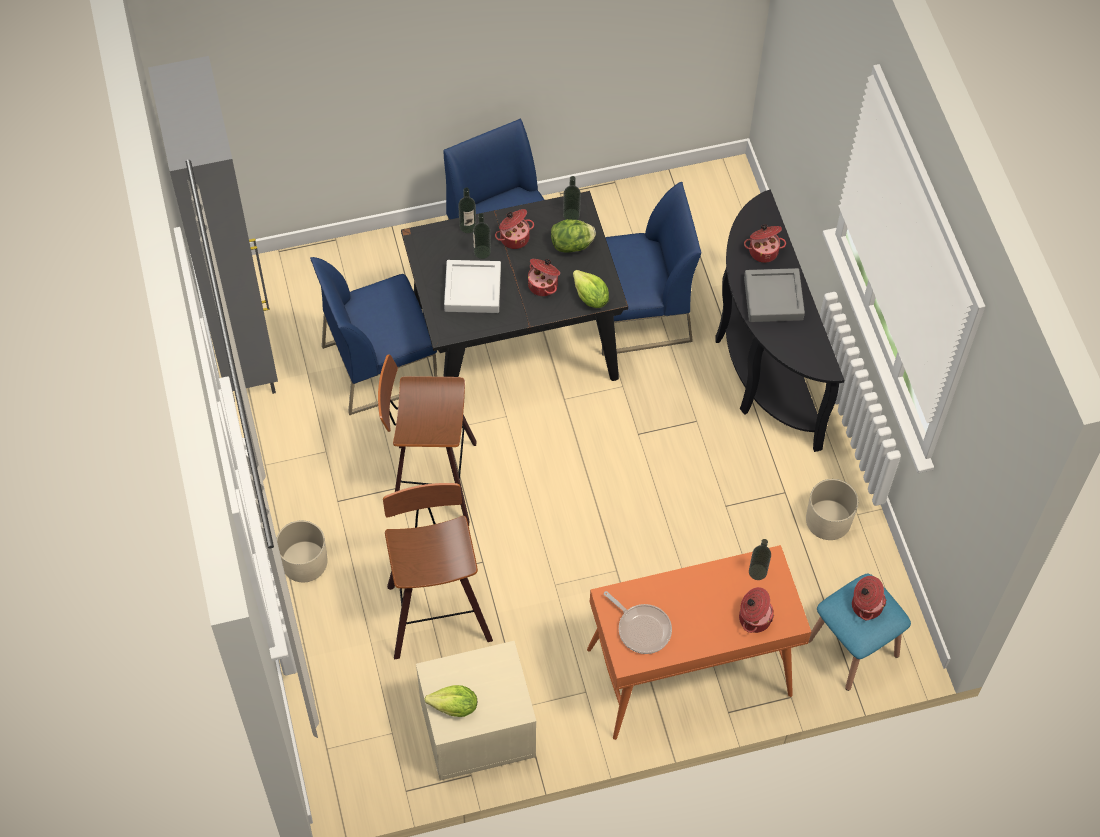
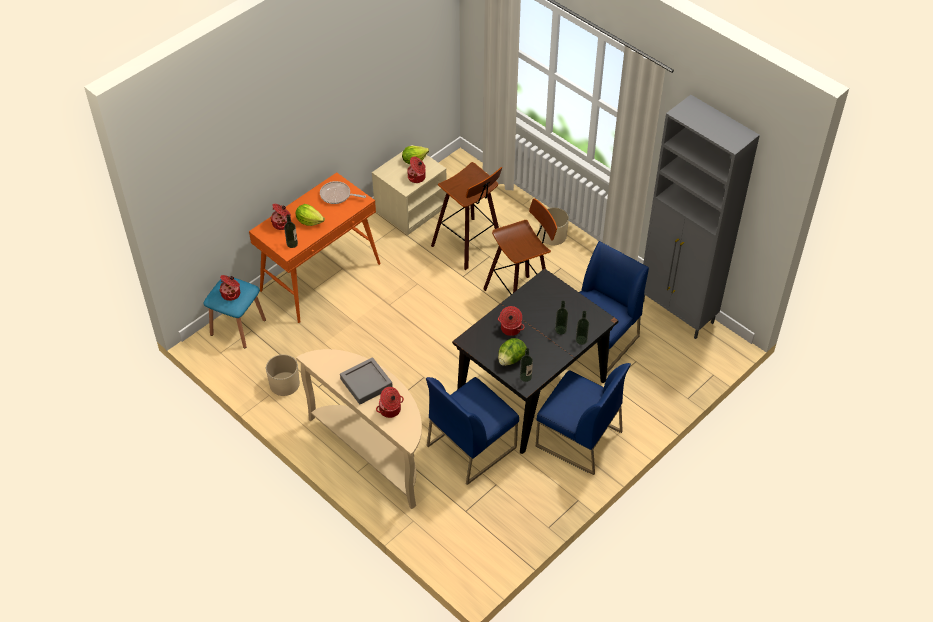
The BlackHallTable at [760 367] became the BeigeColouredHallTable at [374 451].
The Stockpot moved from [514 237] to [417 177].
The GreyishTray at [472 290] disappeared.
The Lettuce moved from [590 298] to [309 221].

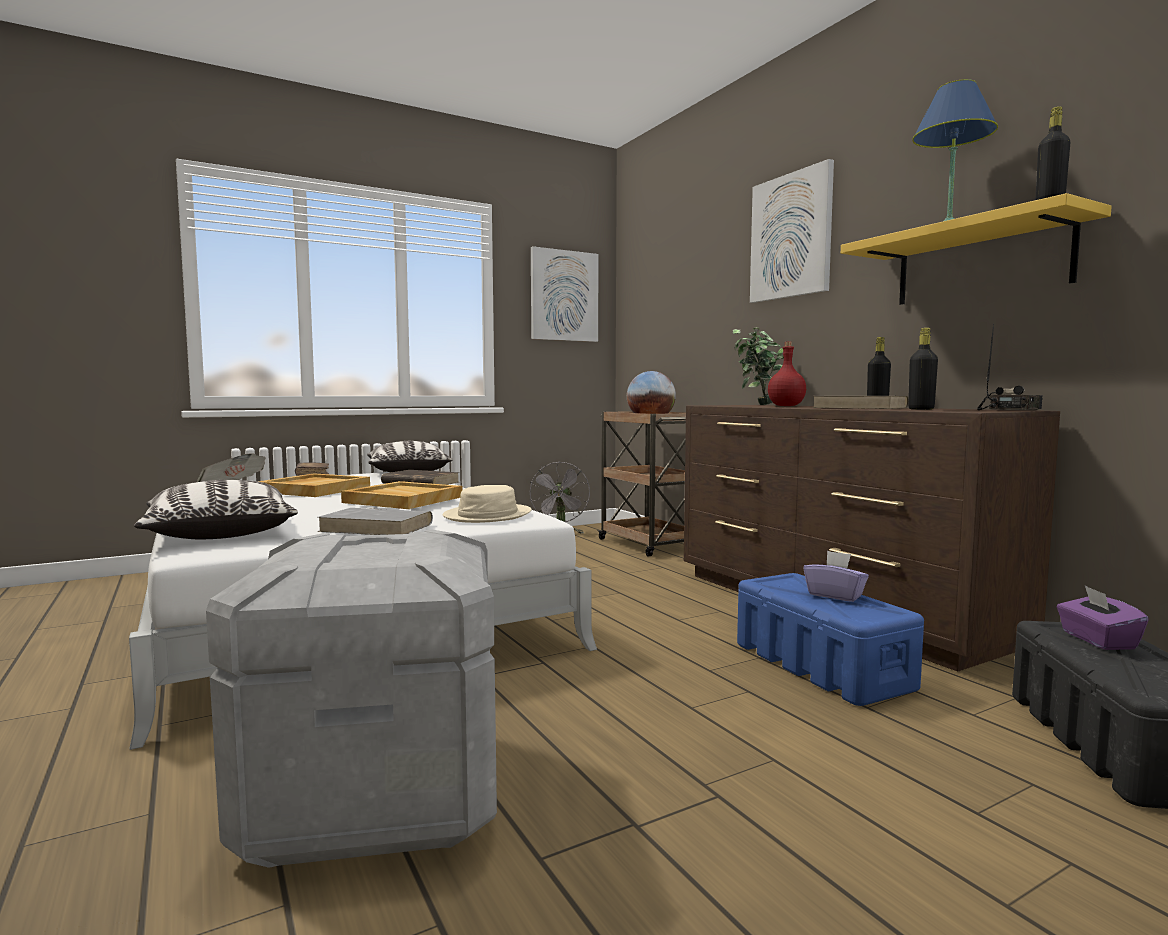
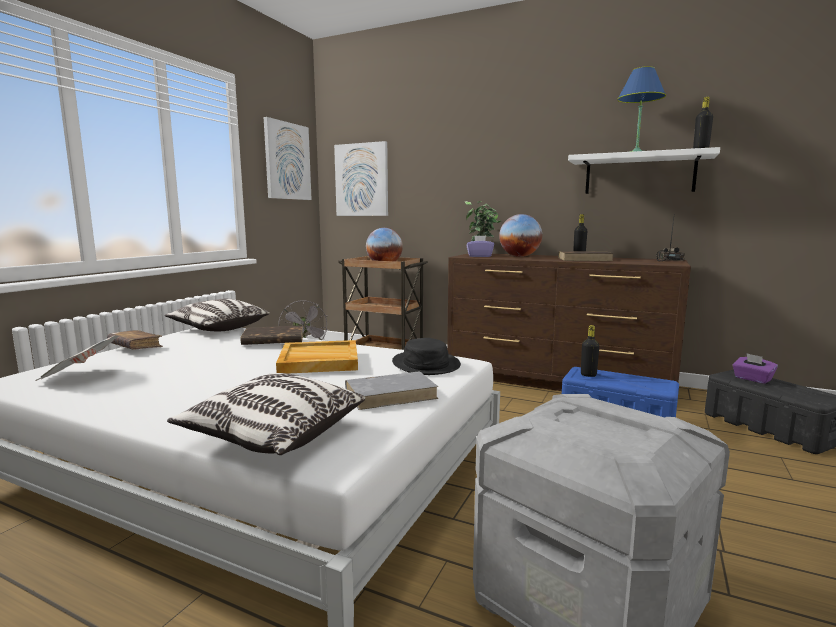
The WallPicture moved from [791 236] to [362 180].
The YellowBracketShelf at [980 263] became the WhiteColouredBracketShelf at [639 174].
The BlackBeverageBottle moved from [921 409] to [588 375].
The ReddishBeverageBottle at [785 406] was replaced by the DeskGlobe at [519 256].
The BeigeColouredTray at [314 489] disappeared.
The BeigeColouredHat at [488 515] became the BlackHat at [426 364].
The PurplishBoxOfTissues moved from [835 595] to [479 256].

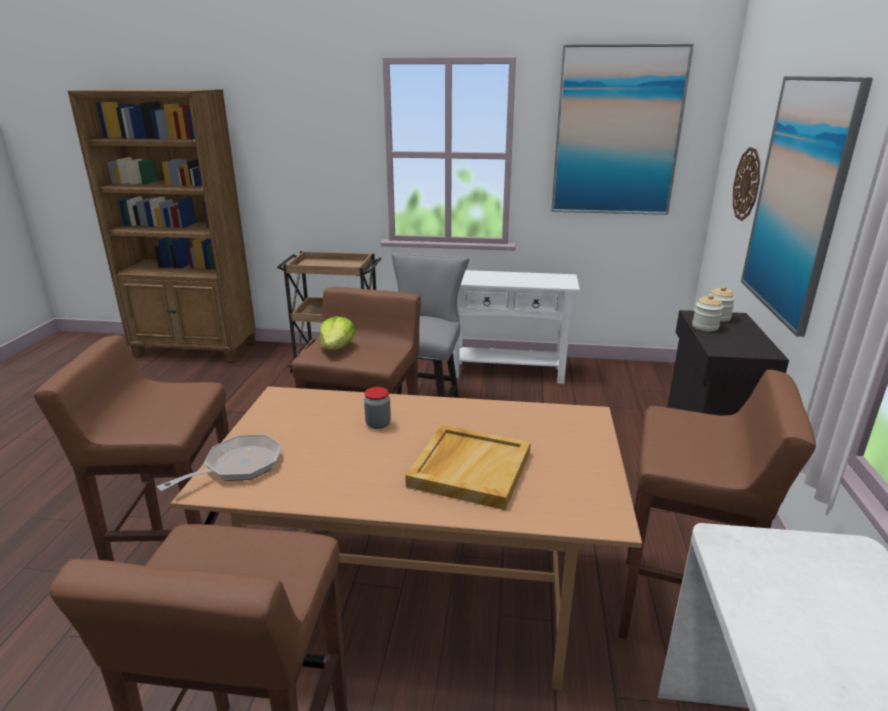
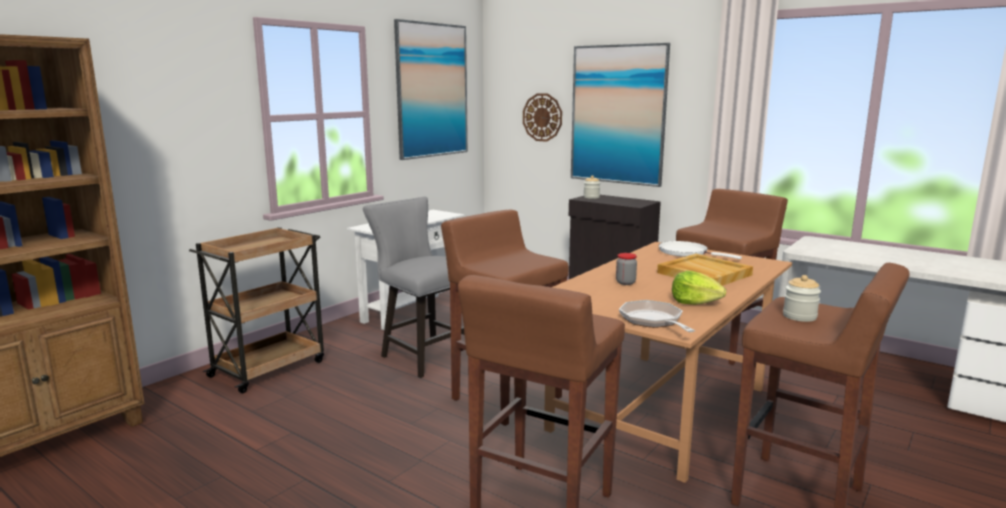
The Jar moved from [705 327] to [799 316].
The Lettuce moved from [337 348] to [694 302].
The WhiteColouredFryingPan at [686 252] appeared.

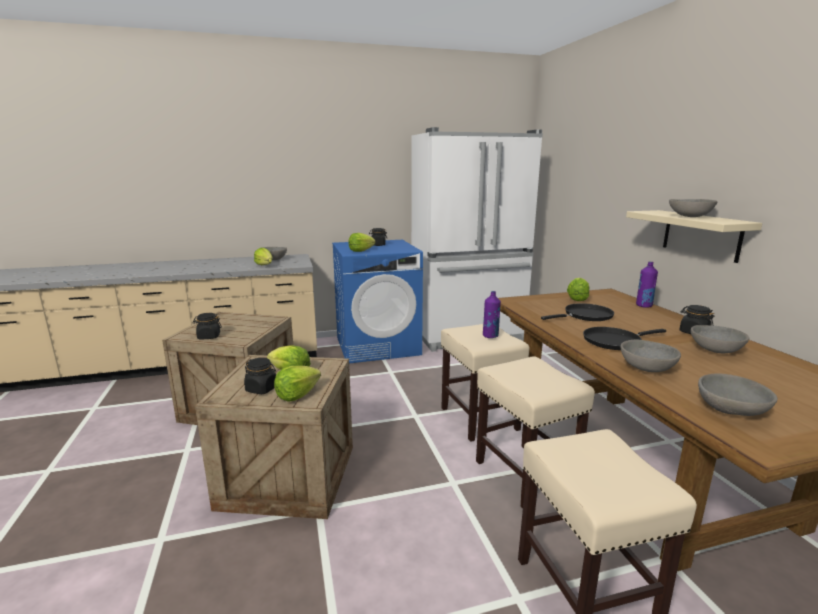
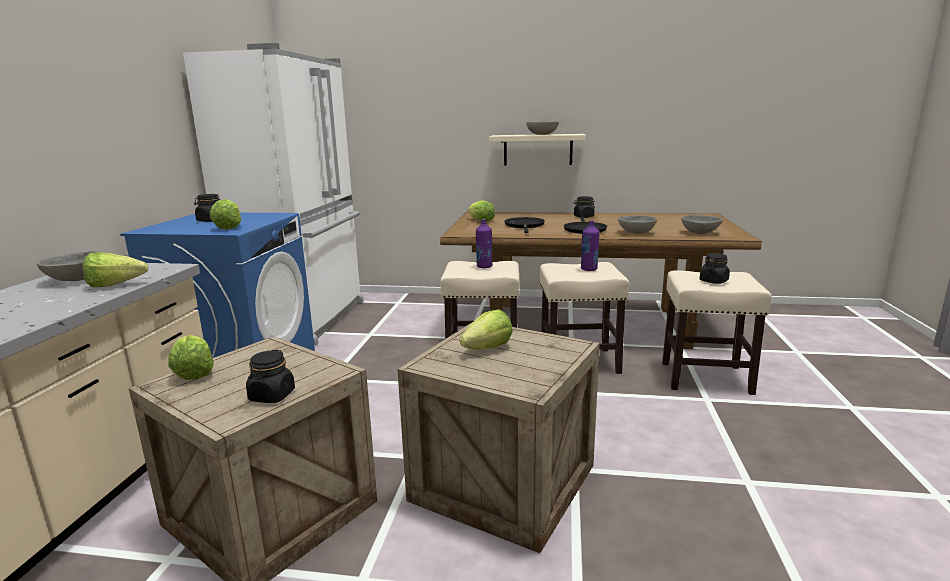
The PurplishBeverageBottle moved from [643 305] to [589 269].
The GreyishServingBowl at [715 350] disappeared.
The BlackJar moved from [262 389] to [713 281].
The Lettuce moved from [297 395] to [194 373].

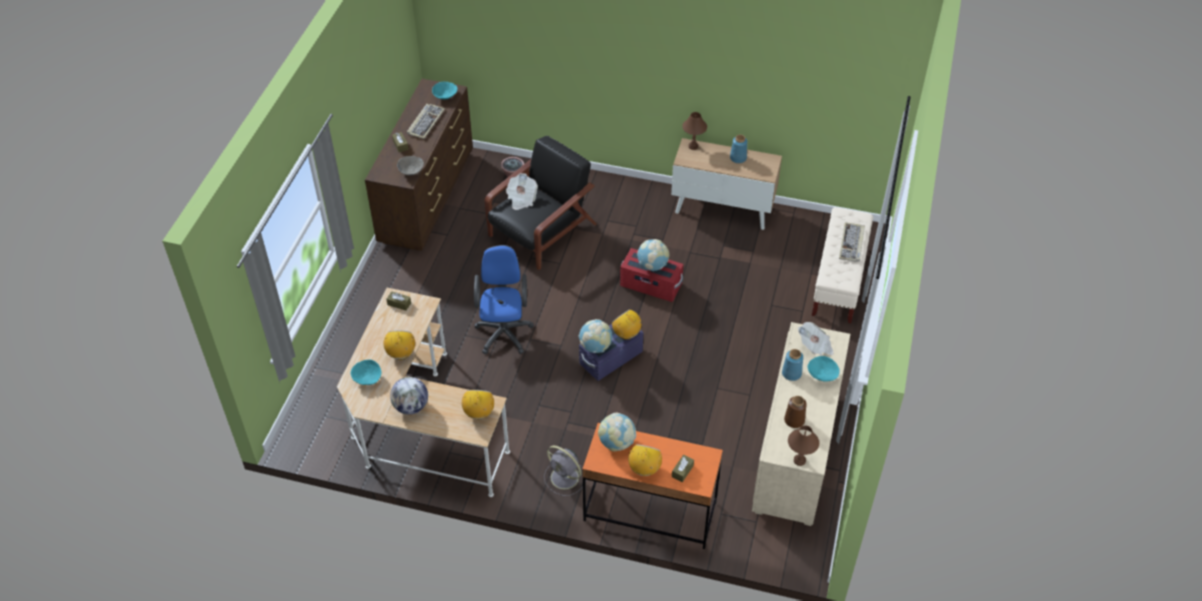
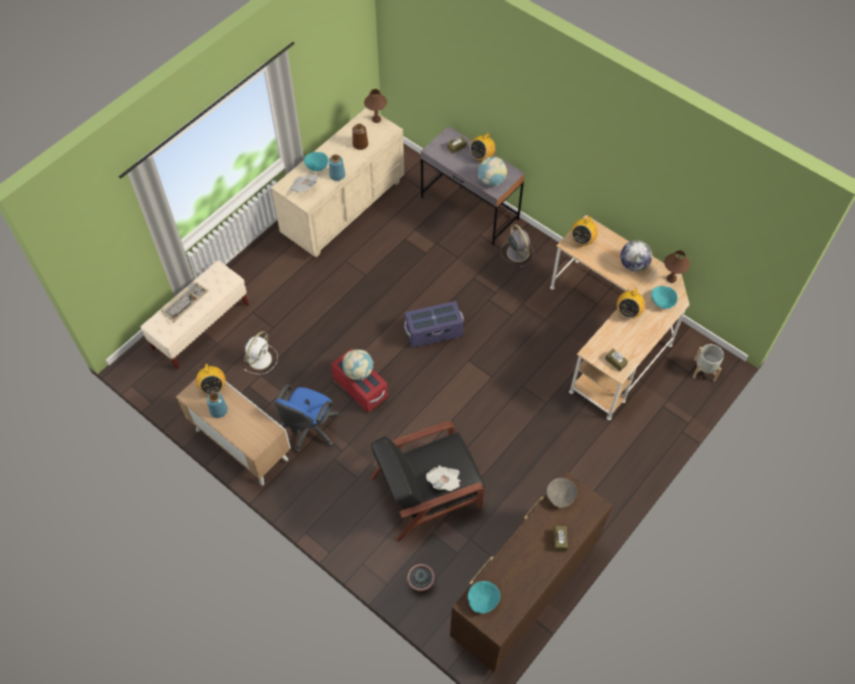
The Keyboard at [425 122] disappeared.
The BrownColouredTabletopLamp moved from [693 146] to [671 278].
The BlueColouredDeskChair moved from [504 331] to [309 430].
The RadioReceiver moved from [626 334] to [213 387].
The DeskGlobe at [595 347] disappeared.
The OrangeDeskTable at [650 511] became the GreyishDeskTable at [469 208].
The WhiteColouredCoolingFan at [260 358] appeared.
The GreyishFlowerPot at [704 370] appeared.

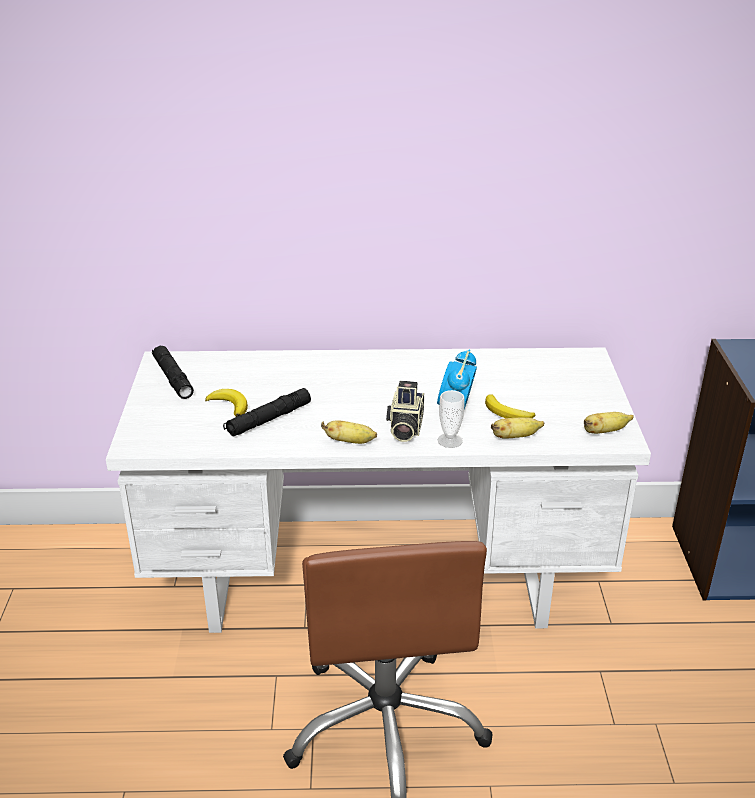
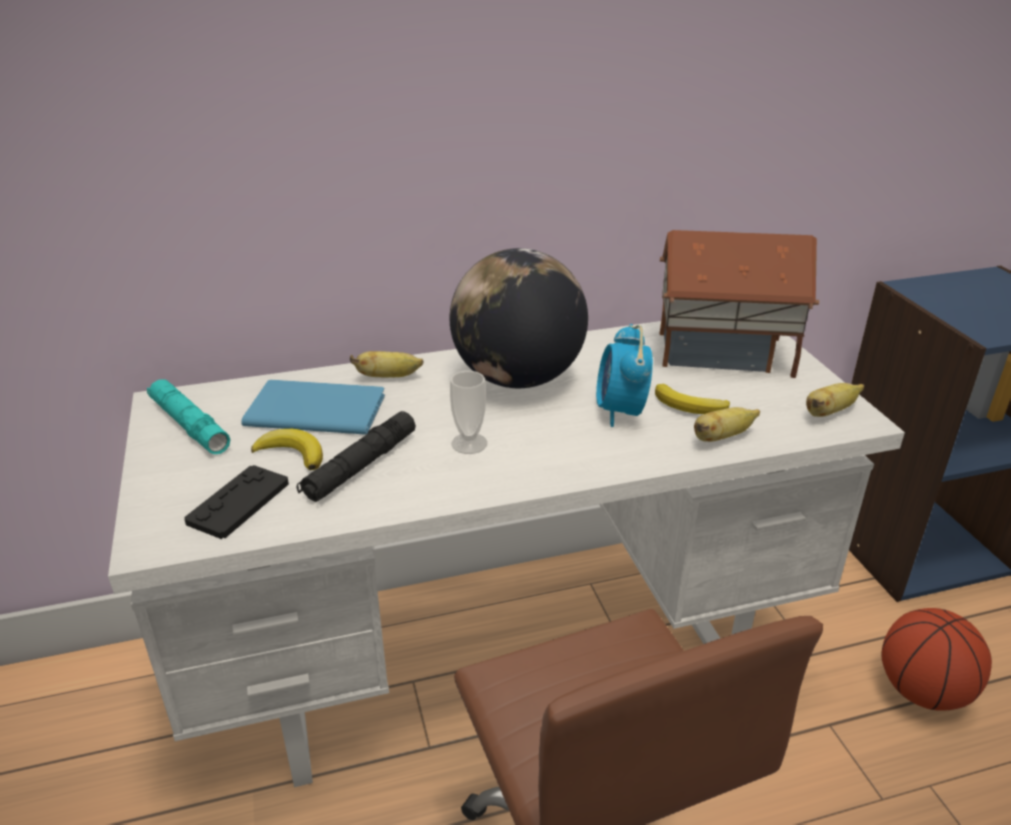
The BlackFlashlight at [173 378] became the BlueGreenFlashlight at [189 425].
The PhotoCamera at [404 428] disappeared.
The Cup moved from [450 440] to [469 443].
The Banana moved from [350 442] to [389 377].
The ToyHouse at [724 355] appeared.
The DeskGlobe at [518 379] appeared.
The BlueColouredVolume at [313 408] appeared.
The BlackGameController at [238 503] appeared.
The Basketball at [922 692] appeared.

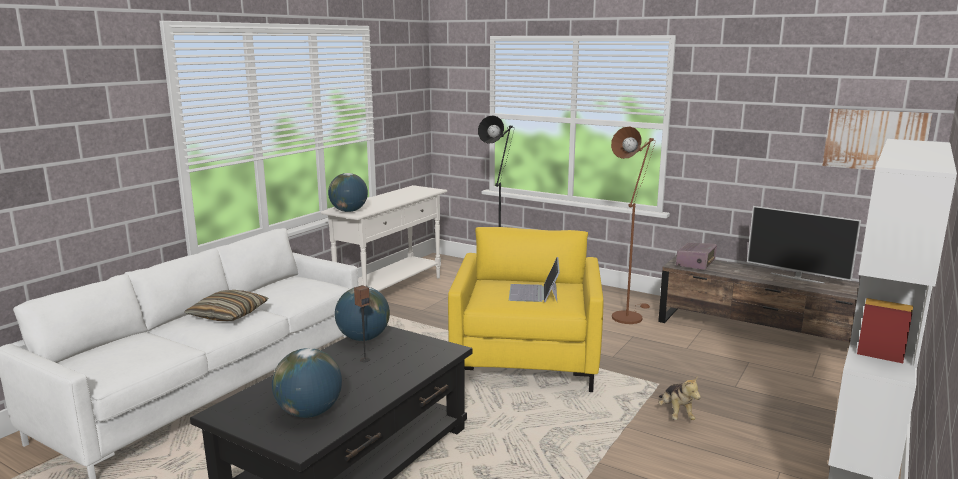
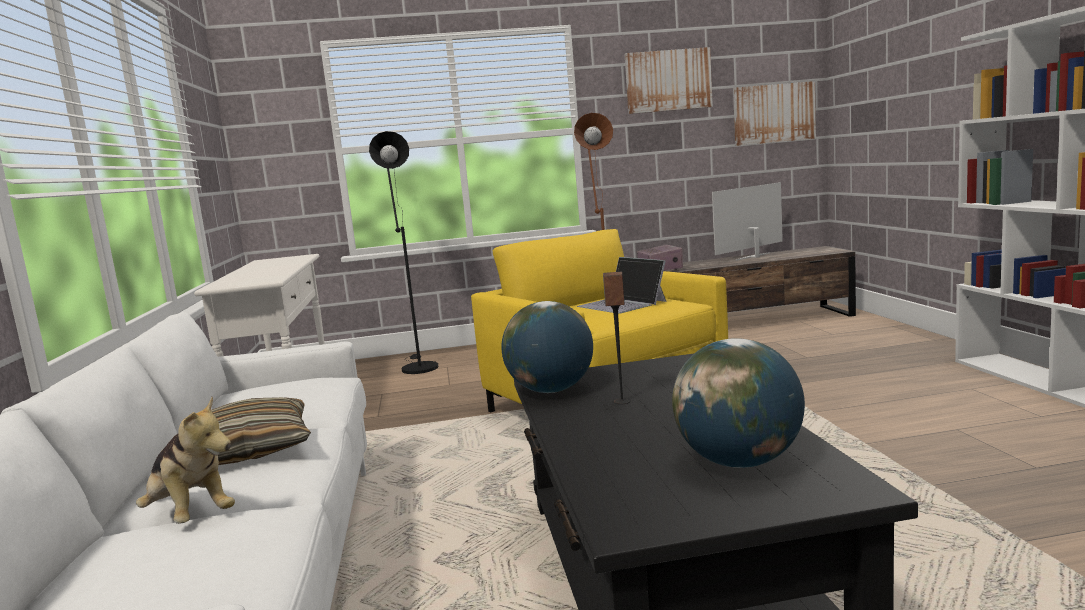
The DeskGlobe at [349 211] disappeared.
The Tv at [797 278] turned 150 degrees clockwise.
The SoftToy moved from [675 414] to [190 516].
The WallPicture at [668 80] appeared.

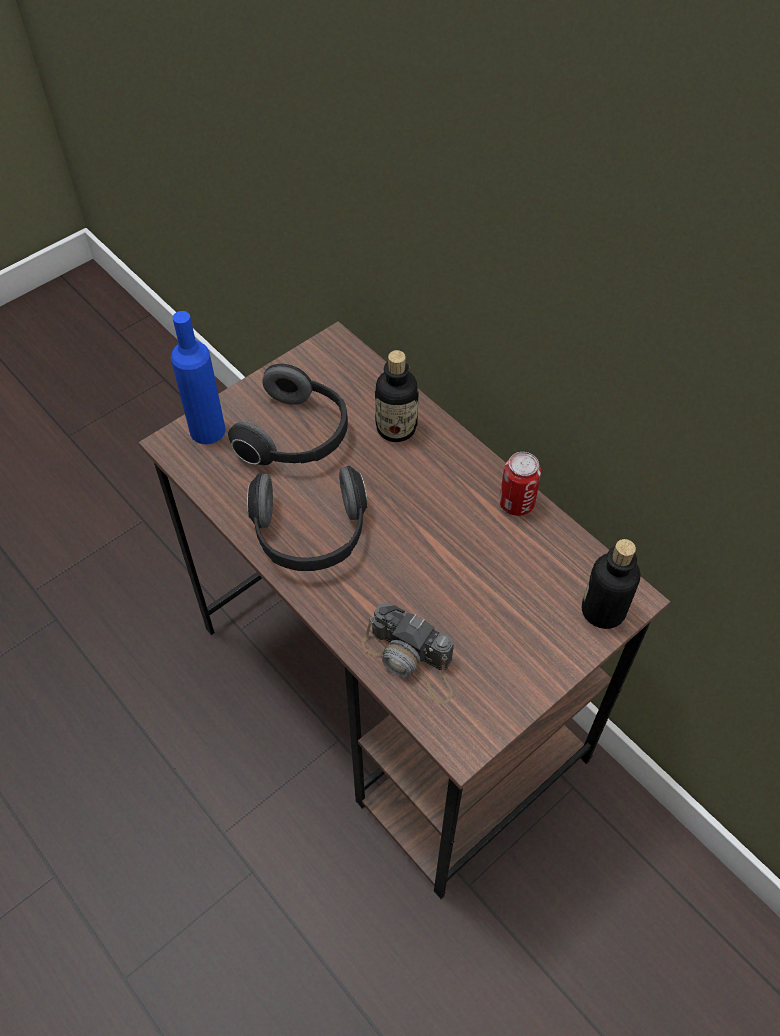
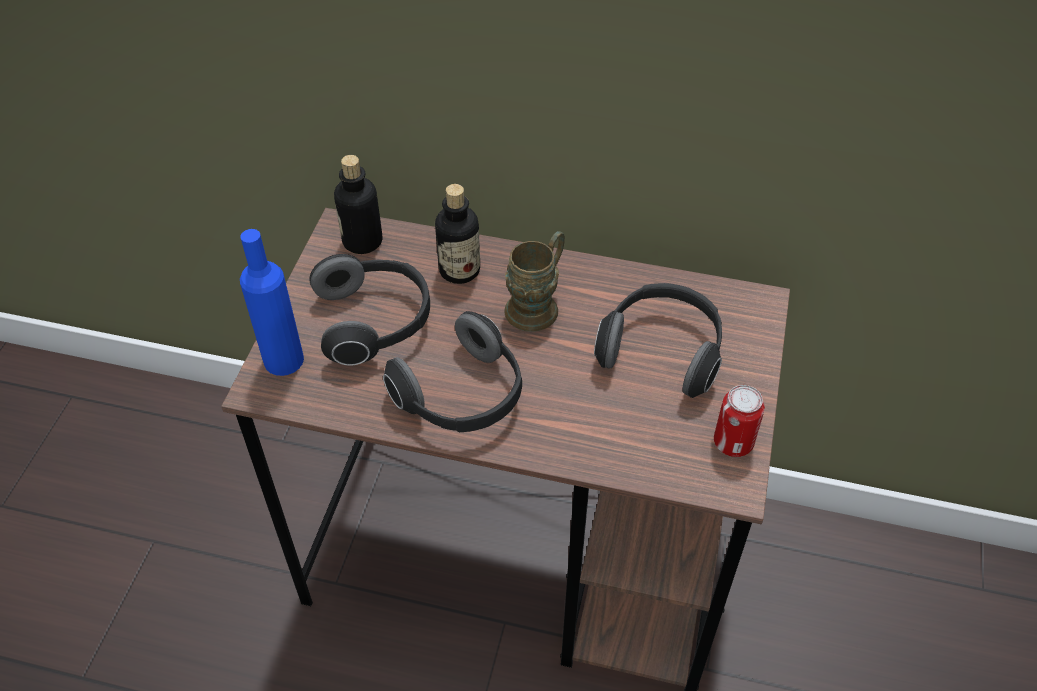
The SealedCan moved from [516 503] to [733 442].
The BeverageBottle moved from [603 610] to [362 241].
The PhotoCamera at [411 660] disappeared.
The BrownColouredMug at [538 304] appeared.
The Headset at [662 351] appeared.

